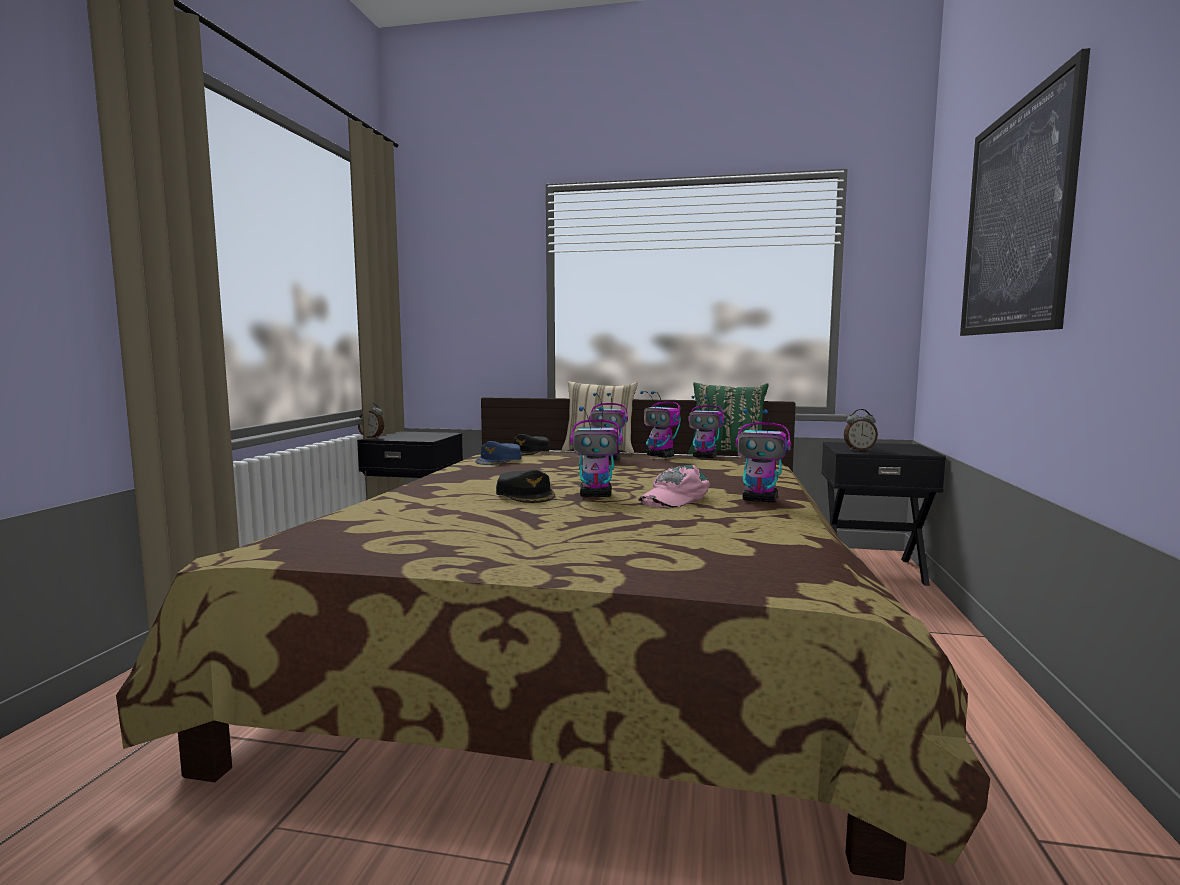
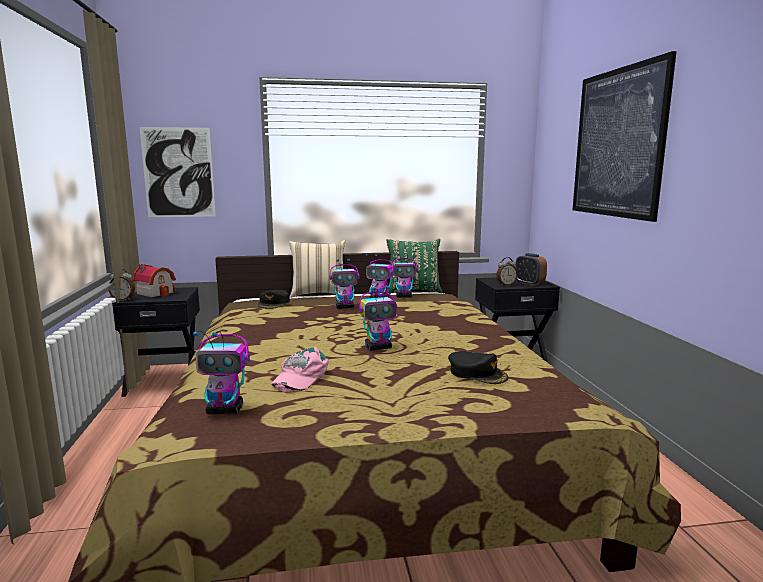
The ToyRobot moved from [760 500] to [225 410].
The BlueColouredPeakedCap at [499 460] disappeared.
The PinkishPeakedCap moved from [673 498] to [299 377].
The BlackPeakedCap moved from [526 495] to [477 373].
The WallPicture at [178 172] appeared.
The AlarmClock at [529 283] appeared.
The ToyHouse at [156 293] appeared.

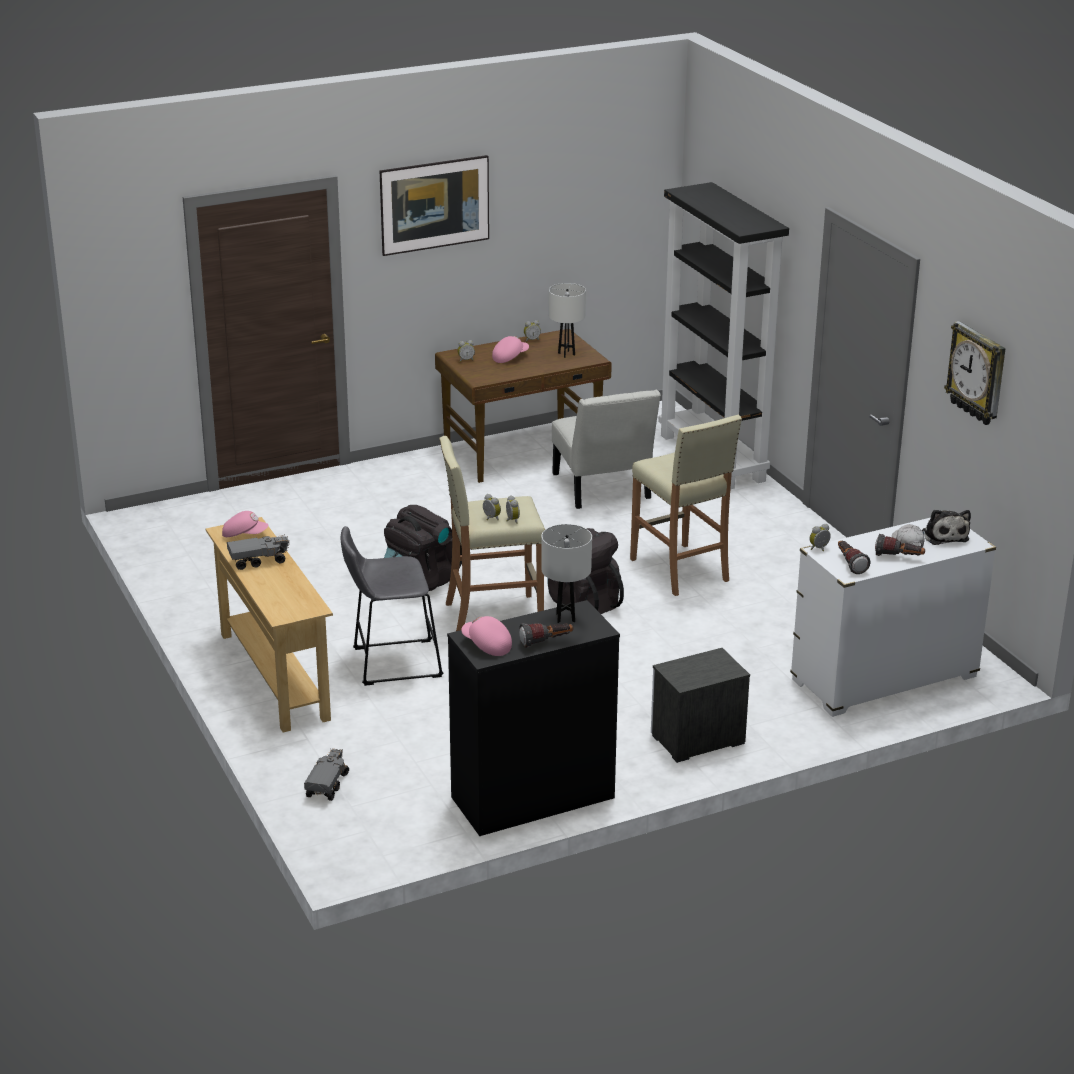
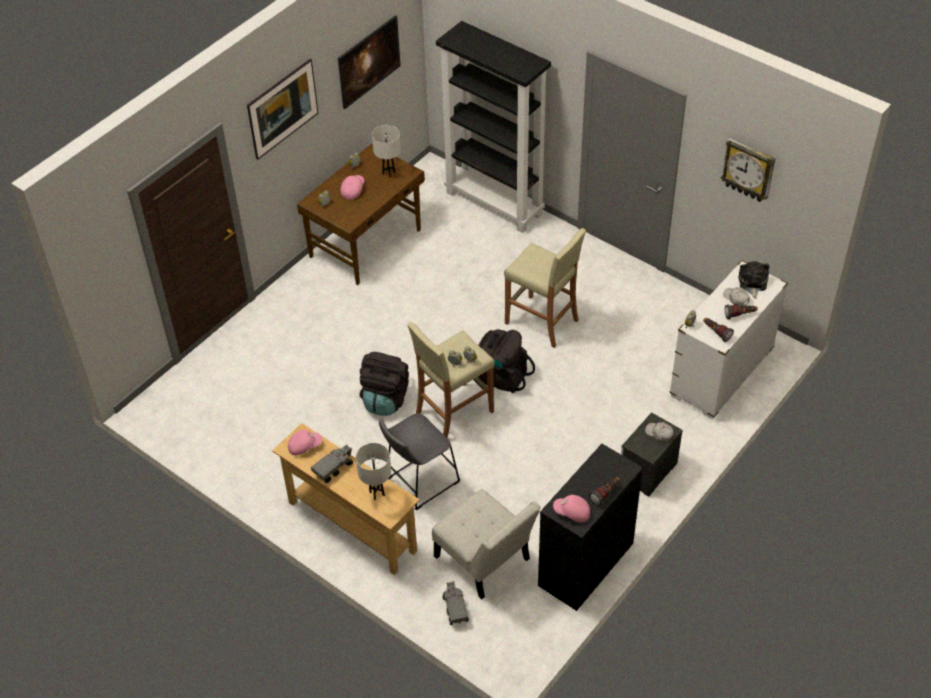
The WhiteColouredPlainChair moved from [602 489] to [485 562].
The SoftToy at [944 535] turned 135 degrees counterclockwise.
The WhiteColouredTabletopLamp moved from [565 618] to [377 494].
The WallPicture at [370 74] appeared.
The WhiteColouredPeakedCap at [659 433] appeared.

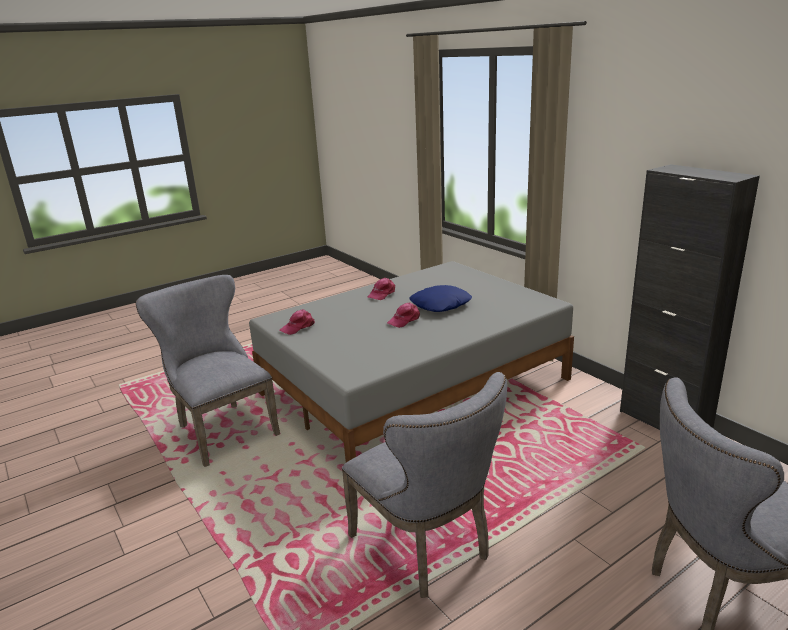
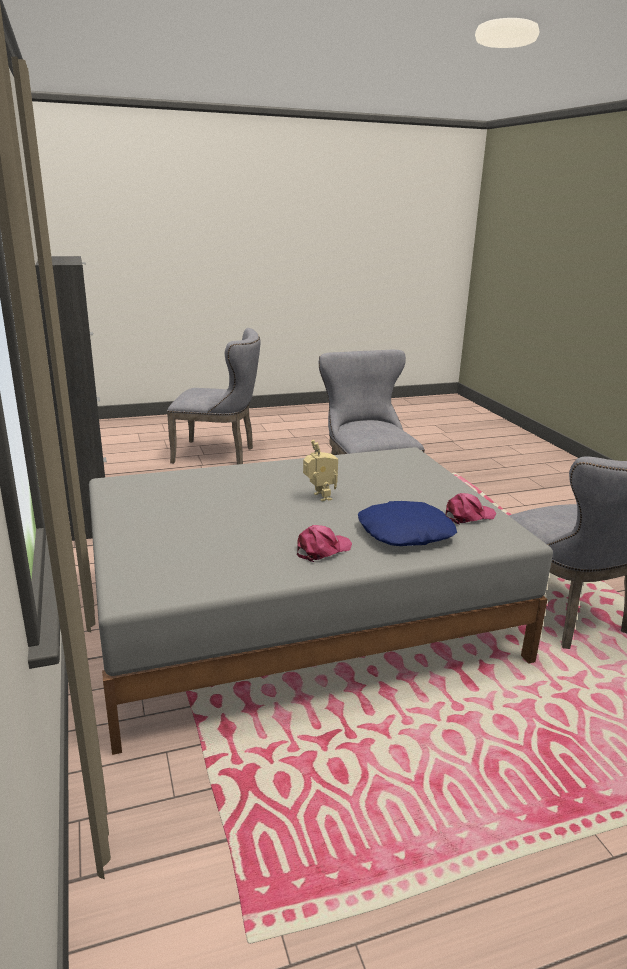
The BlueColouredThrowPillow moved from [441 305] to [405 532].
The PinkishPeakedCap at [404 320] was replaced by the ToyRobot at [319 497].

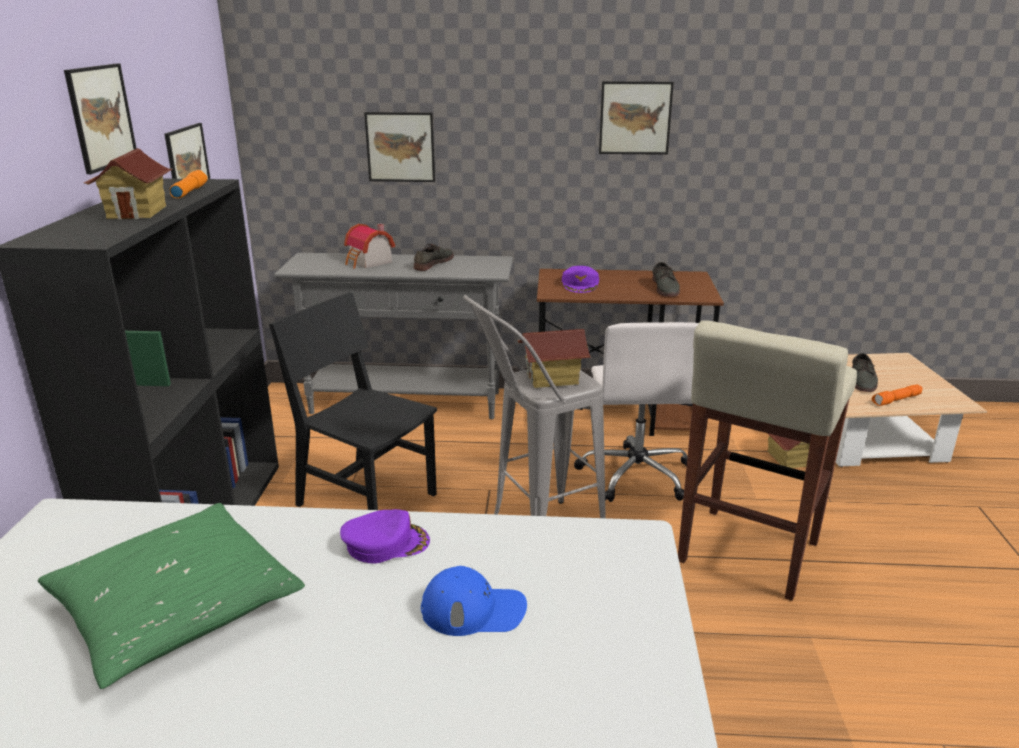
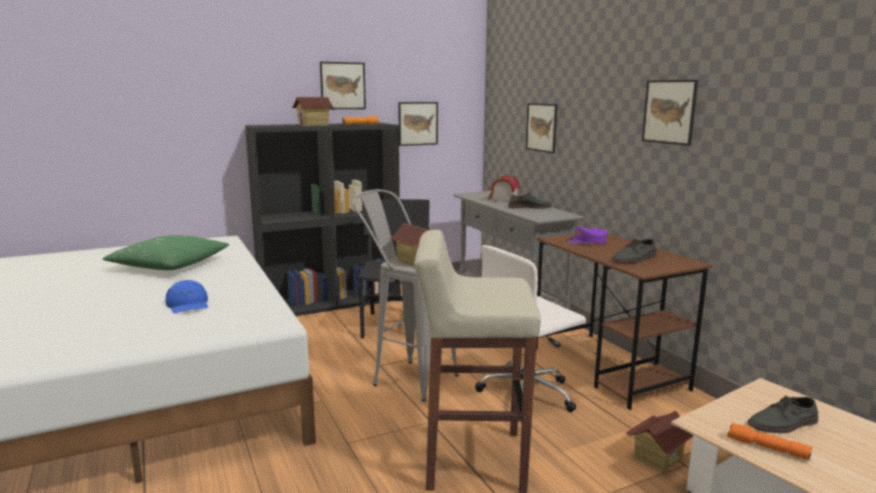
The PurplishPeakedCap at [386 543] disappeared.

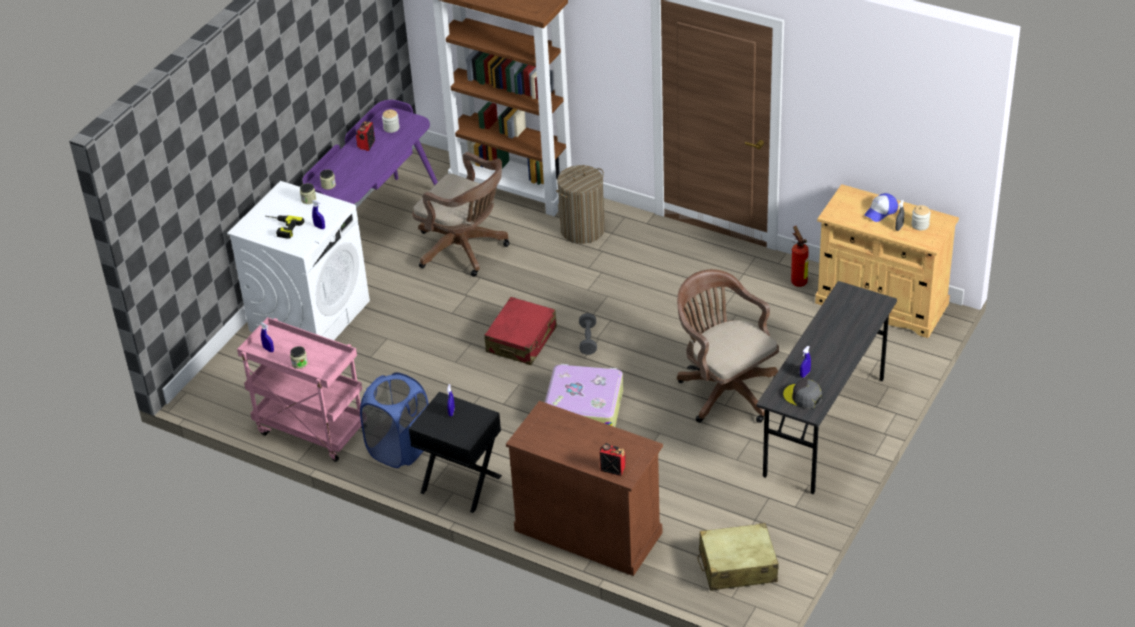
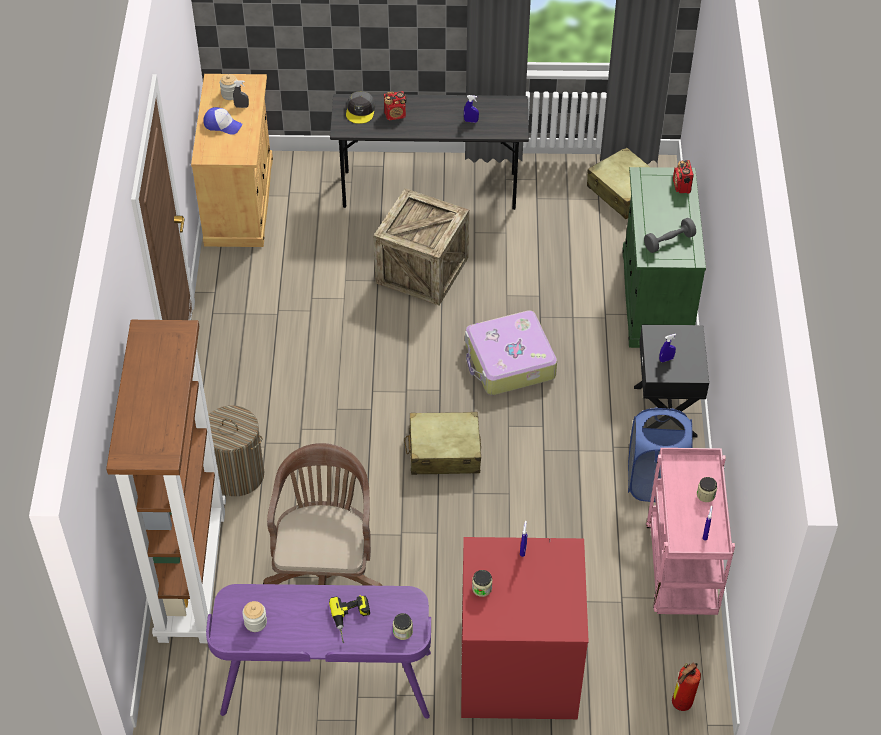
The RadioReceiver moved from [366 145] to [395 115].
The WhiteColouredWashingMachine at [310 315] became the ReddishWashingMachine at [517 669].
The Drill moved from [281 228] to [352 620].
The FireFightingCylinder moved from [798 281] to [679 705].
The BrownColouredDeskChair at [724 389] was replaced by the Crate at [422 270].
The ReddishTravelCase at [521 340] became the BeigeColouredTravelCase at [444 451].
The GreyishDumbbell moved from [588 340] to [669 242].
The GreyishPeakedCap moved from [802 396] to [360 110].
The BrownColouredStorageCabinet at [588 531] became the GreenColouredStorageCabinet at [655 298].

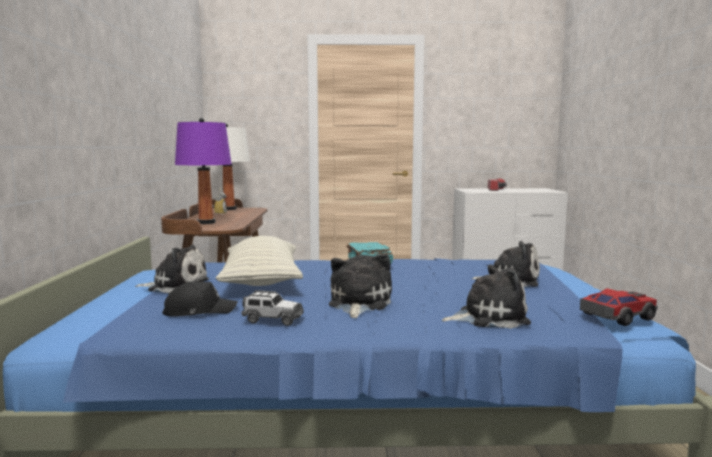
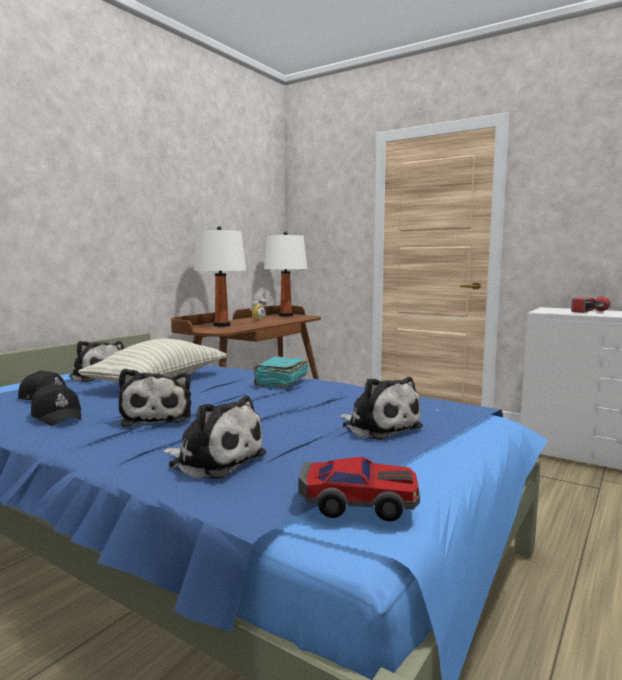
The PurplishTabletopLamp at [206 222] became the WhiteColouredTabletopLamp at [222 325].
The SoftToy at [358 303] turned 120 degrees clockwise.
The ToyCar at [272 320] was replaced by the BlackPeakedCap at [57 416].

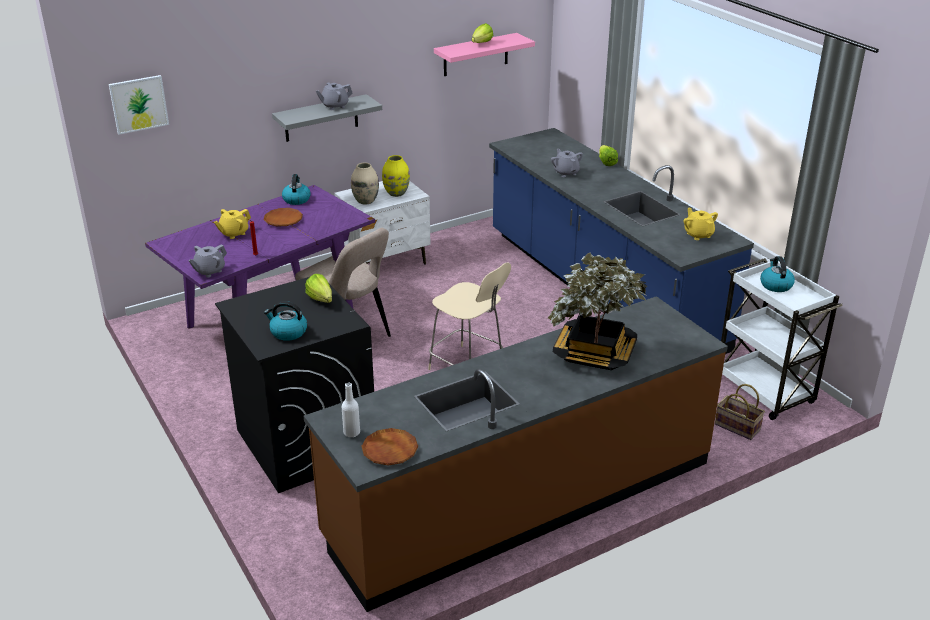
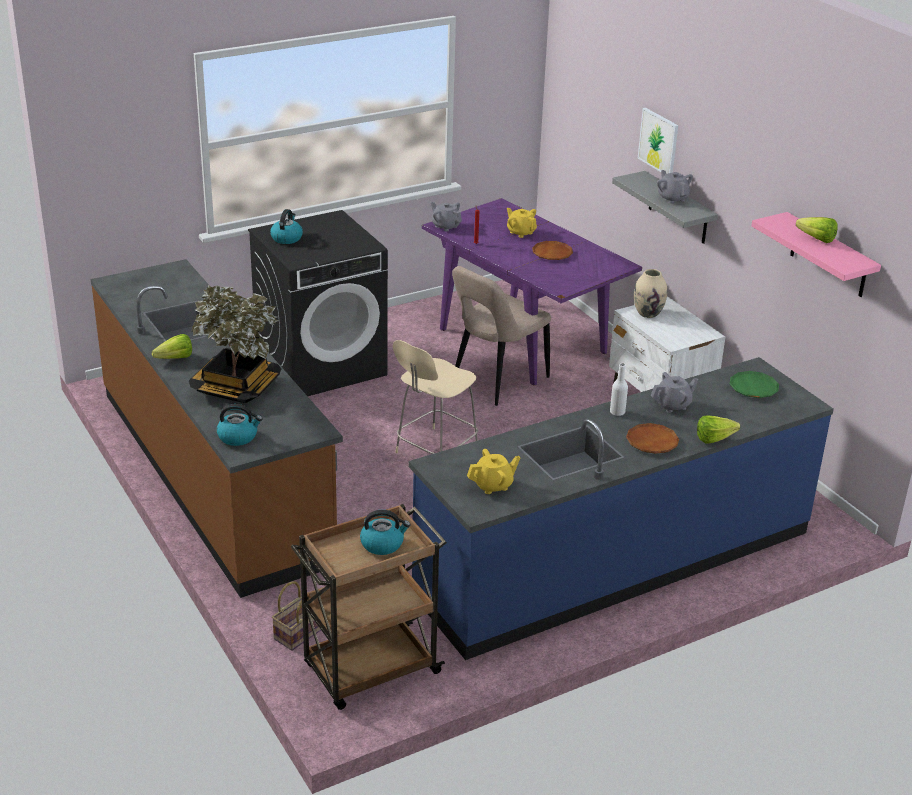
The WallPicture moved from [139 104] to [658 142].
The YellowFlowerVase at [396 193] disappeared.
The WaterKettle moved from [296 199] to [238 437].
The WhiteColouredWheeledCart at [764 391] became the BrownColouredWheeledCart at [369 670].
The Lettuce moved from [321 301] to [172 359].
The WhiteColouredBeverageBottle moved from [351 432] to [617 412].
The BrownColouredDinnerPlate moved from [390 450] to [652 442].
The GreenColouredDinnerPlate at [753 388] appeared.

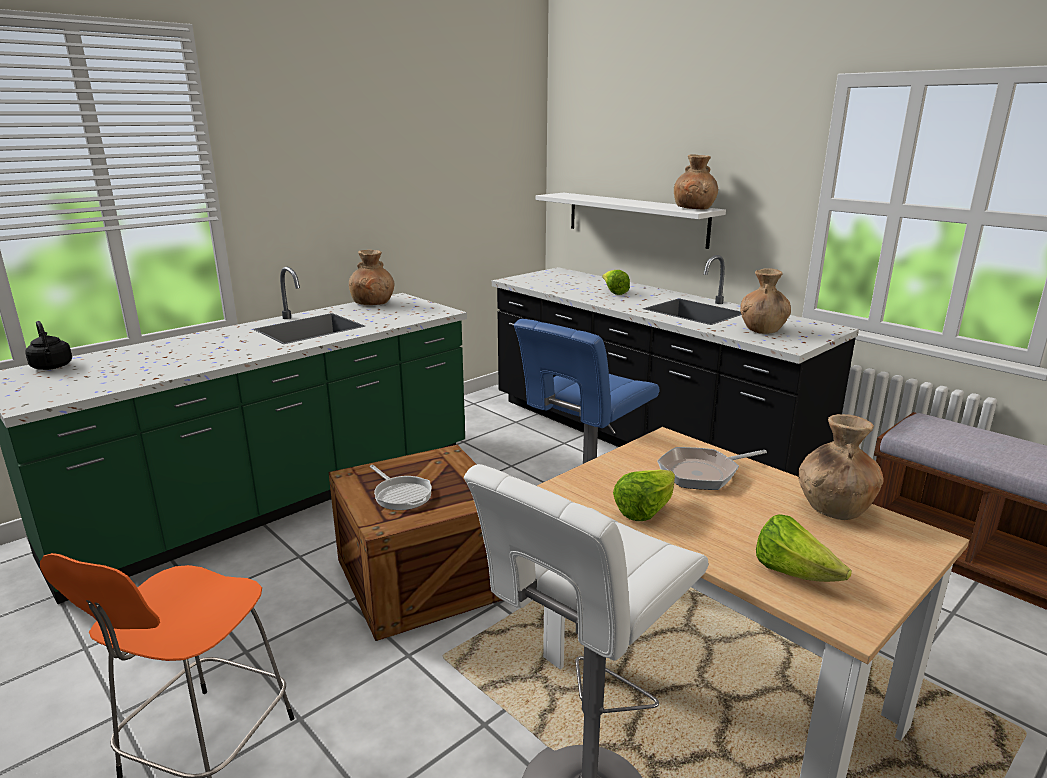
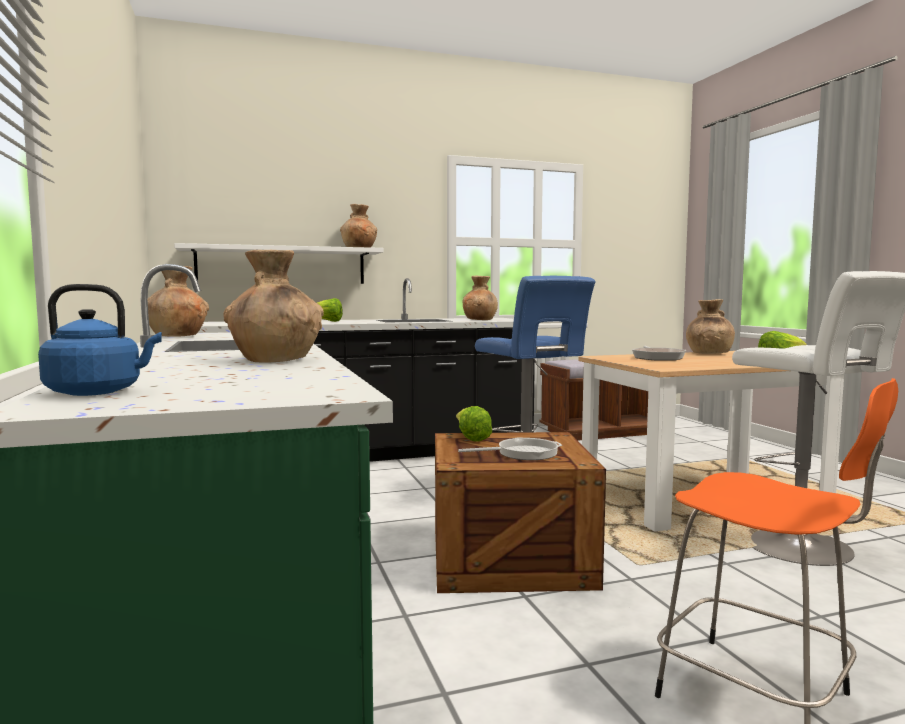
The BlackWaterKettle at [52 367] became the BlueColouredWaterKettle at [99 392].
The Lettuce moved from [644 511] to [471 438].
The BrownColouredFlowerVase at [275 360] appeared.

